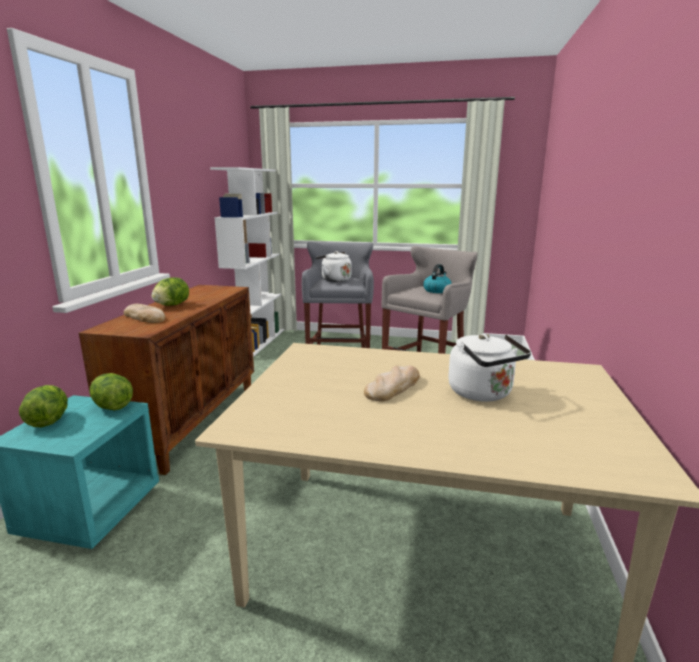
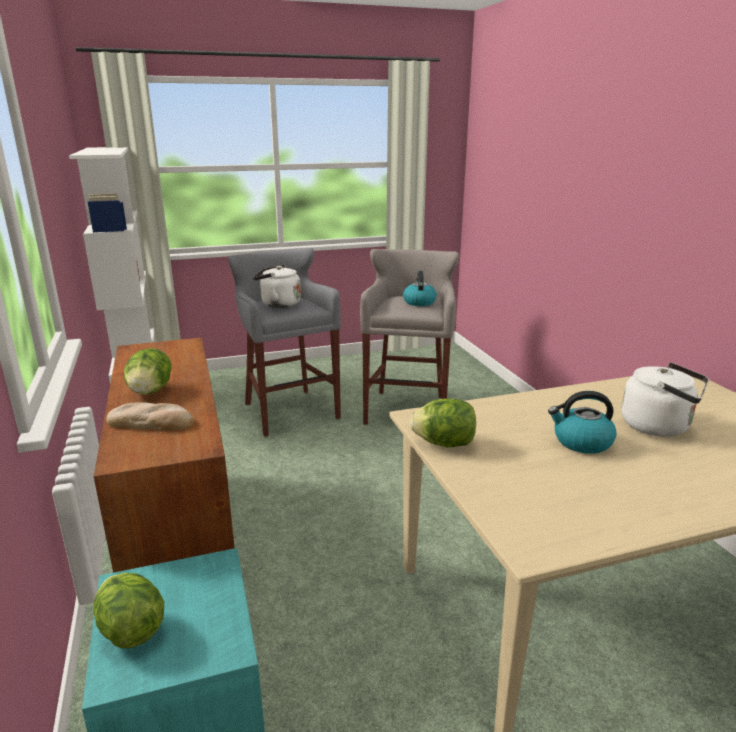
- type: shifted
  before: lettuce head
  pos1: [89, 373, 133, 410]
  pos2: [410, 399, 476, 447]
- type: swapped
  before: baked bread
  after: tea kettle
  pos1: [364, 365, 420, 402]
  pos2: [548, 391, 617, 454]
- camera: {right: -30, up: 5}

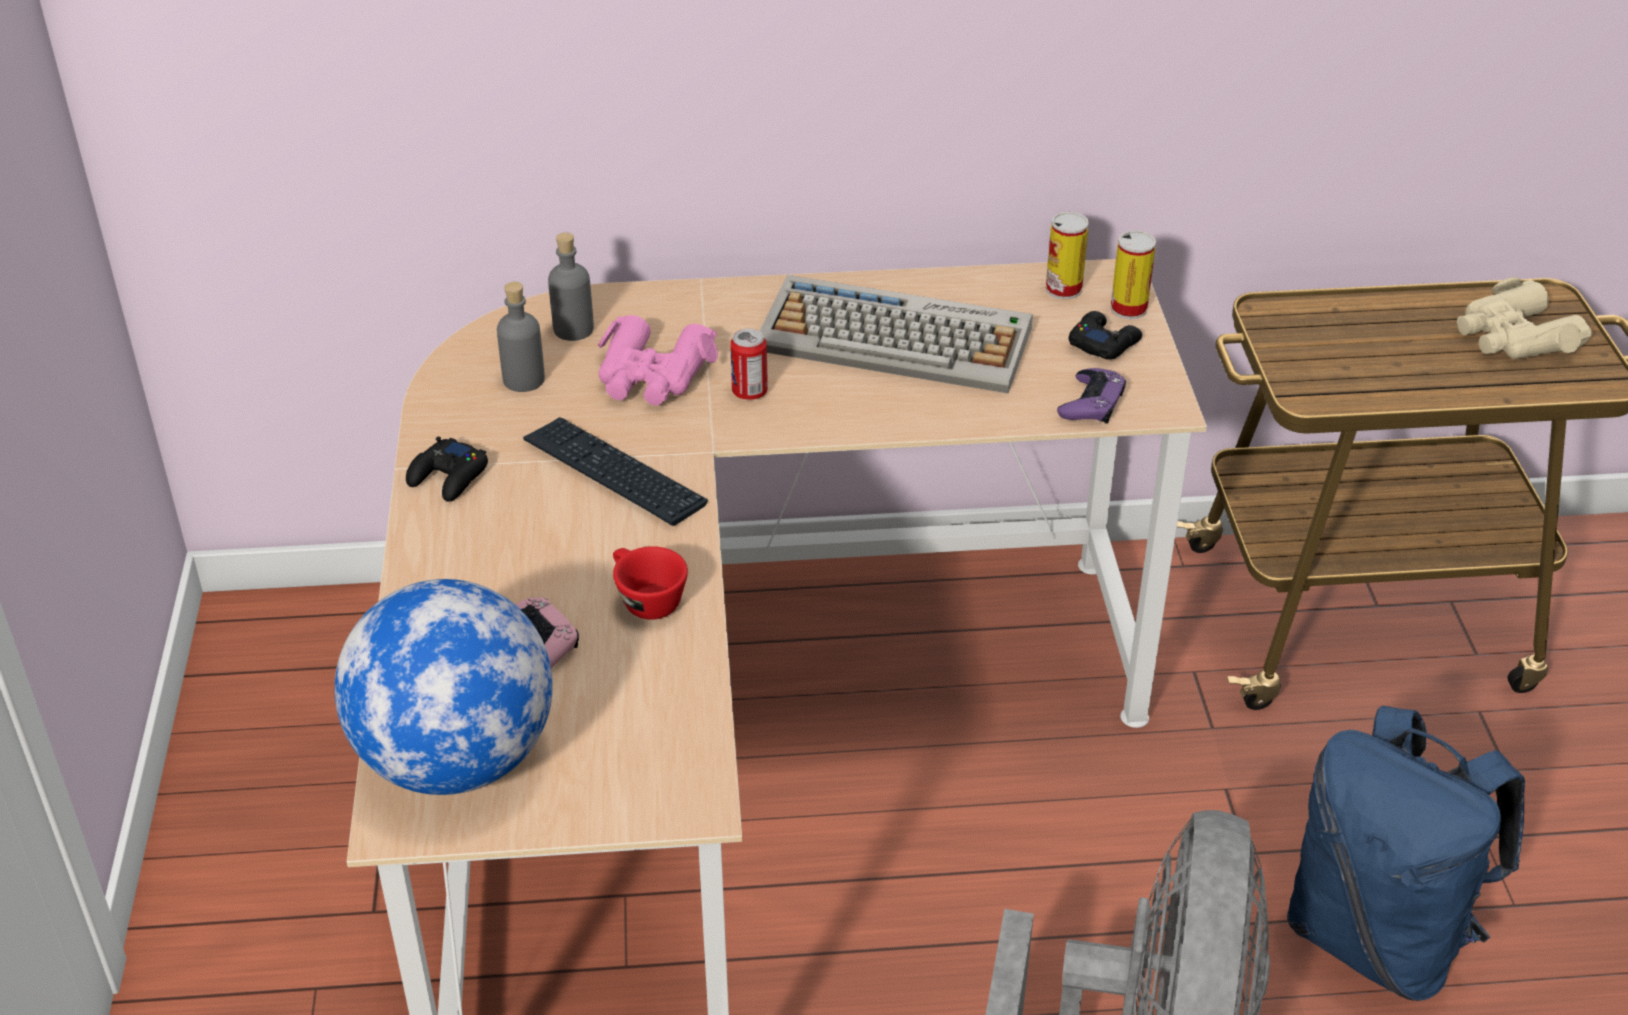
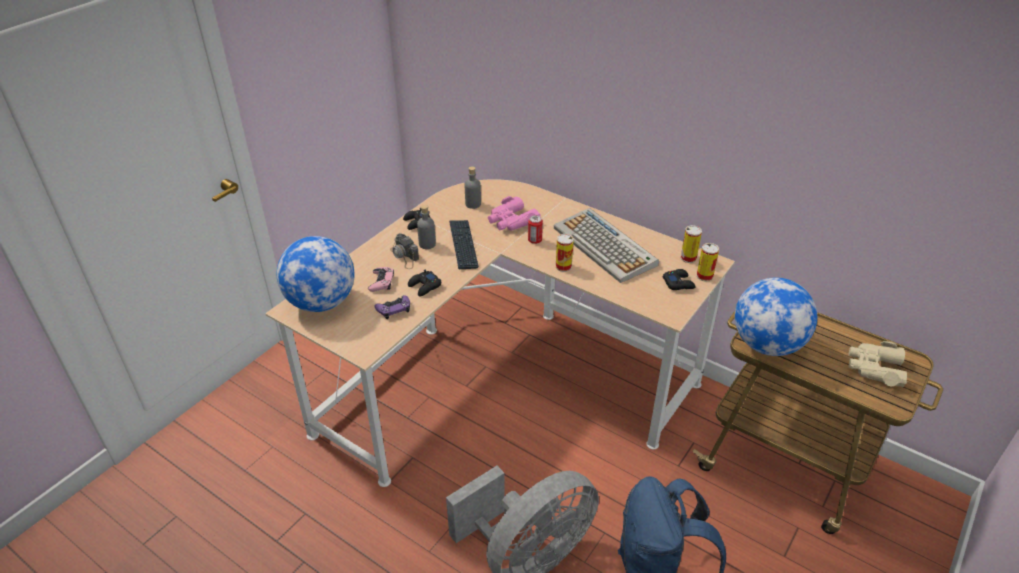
- type: new
  after: photo camera
  pos2: [390, 233, 419, 269]
- type: new
  after: metal can
  pos2: [556, 234, 574, 272]
- type: new
  after: globe
  pos2: [735, 278, 817, 356]
- type: shifted
  before: grey bottle
  pos1: [548, 232, 594, 341]
  pos2: [417, 205, 436, 249]
- type: shifted
  before: purple-coloured joypad
  pos1: [1057, 368, 1126, 424]
  pos2: [375, 295, 410, 319]
- type: swapped
  before: reddish drinking cup
  after: black-coloured joypad
  pos1: [613, 546, 688, 620]
  pos2: [408, 270, 442, 297]
- camera: {right: 40, up: 0}

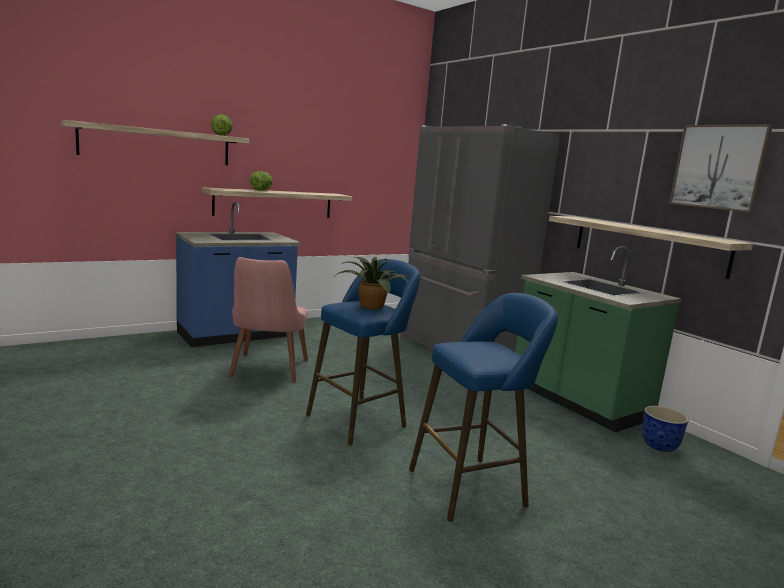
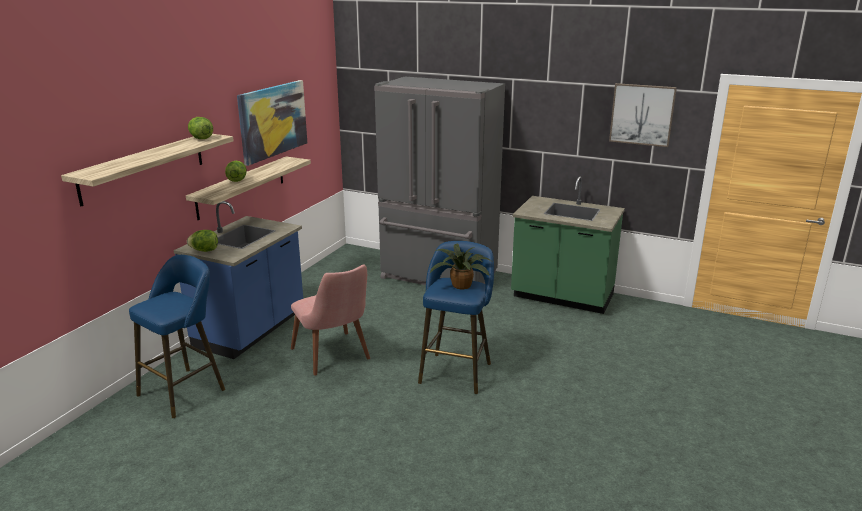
- type: gone
  before: bracket shelf
  pos1: [549, 216, 753, 279]
- type: gone
  before: planter
  pos1: [642, 406, 689, 452]
- type: new
  after: lettuce head
  pos2: [187, 230, 218, 252]
- type: new
  after: picture
  pos2: [237, 80, 307, 166]
- type: shifted
  before: blue-coloured stool
  pos1: [409, 293, 558, 522]
  pos2: [129, 255, 225, 418]
- camera: {right: -30, up: 10}

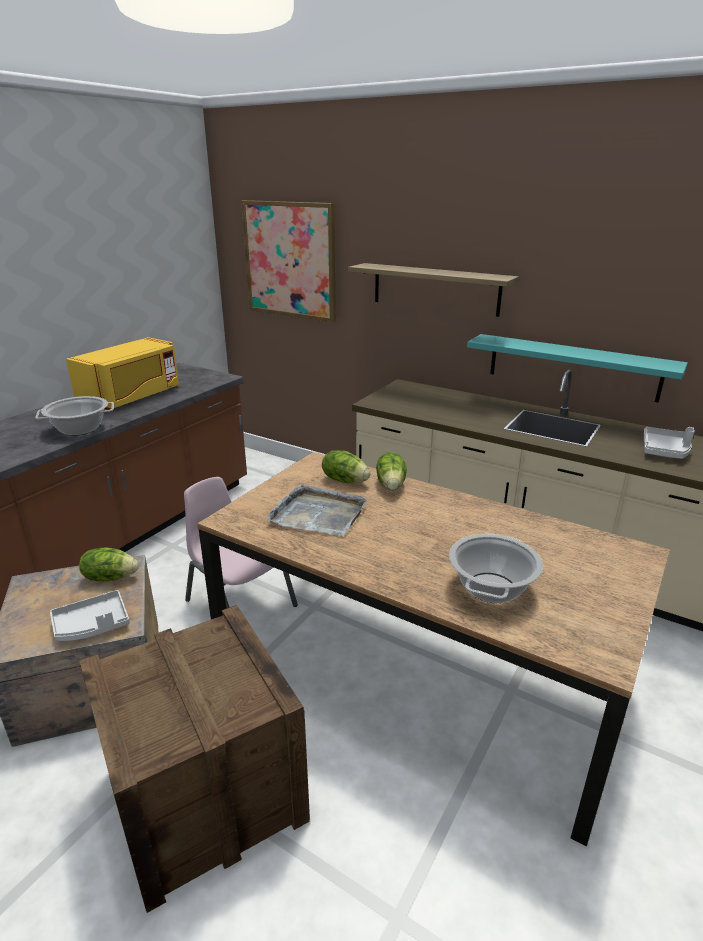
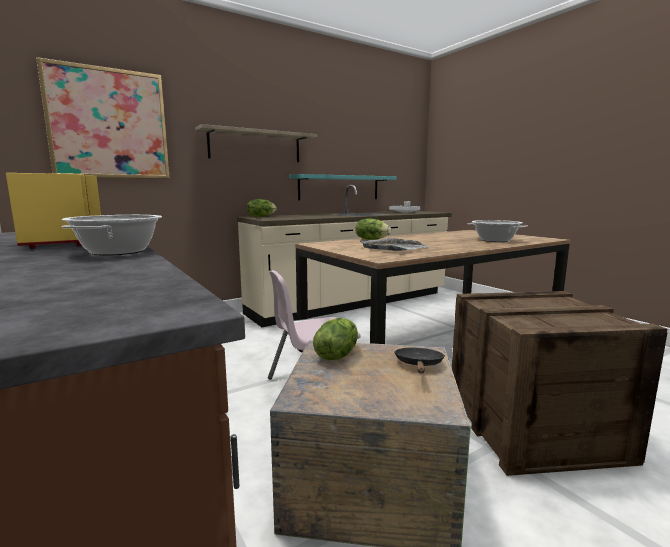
- type: shifted
  before: lettuce head
  pos1: [322, 450, 370, 483]
  pos2: [247, 199, 277, 217]
- type: swapped
  before: grey carrying tray
  after: black-coloured pan
  pos1: [50, 590, 130, 641]
  pos2: [394, 348, 445, 373]
- camera: {right: -65, up: -15}

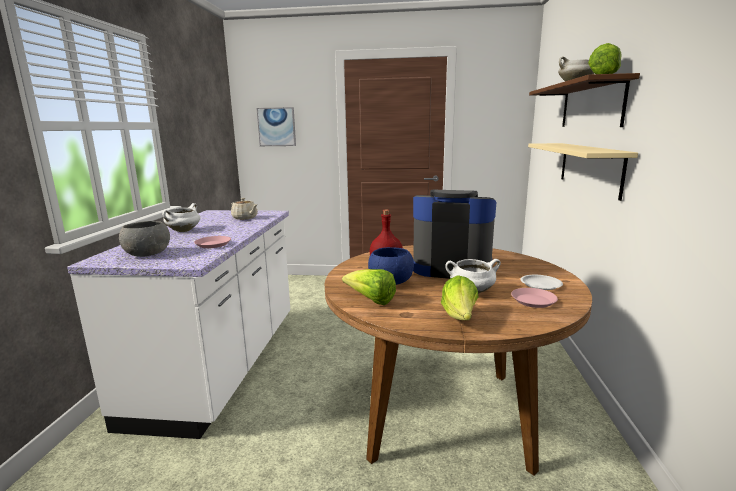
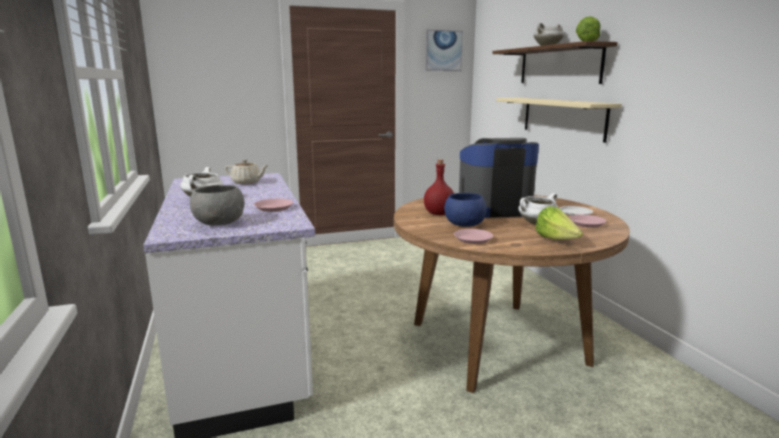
- type: shifted
  before: picture
  pos1: [256, 107, 296, 146]
  pos2: [425, 30, 463, 71]
- type: swapped
  before: lettuce head
  after: pink-coloured dinner plate
  pos1: [342, 269, 396, 305]
  pos2: [454, 229, 493, 244]
- camera: {right: -25, up: 0}

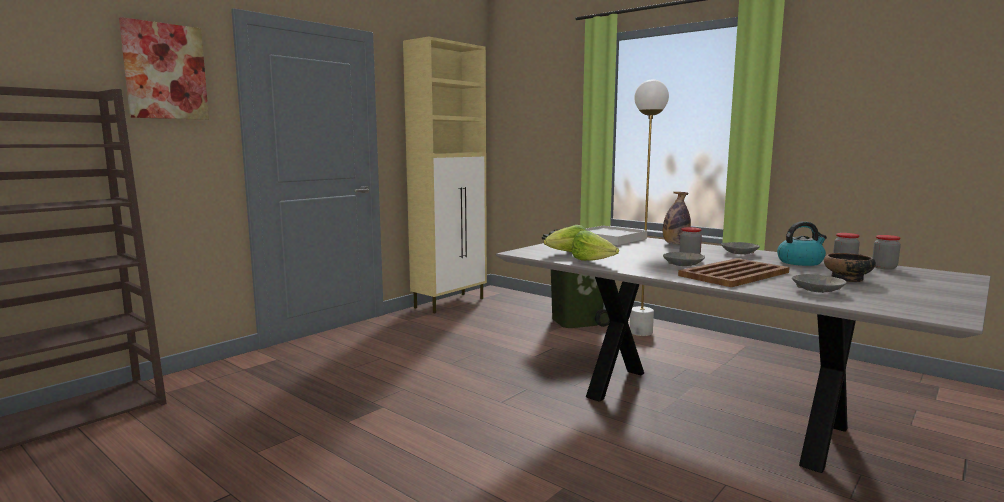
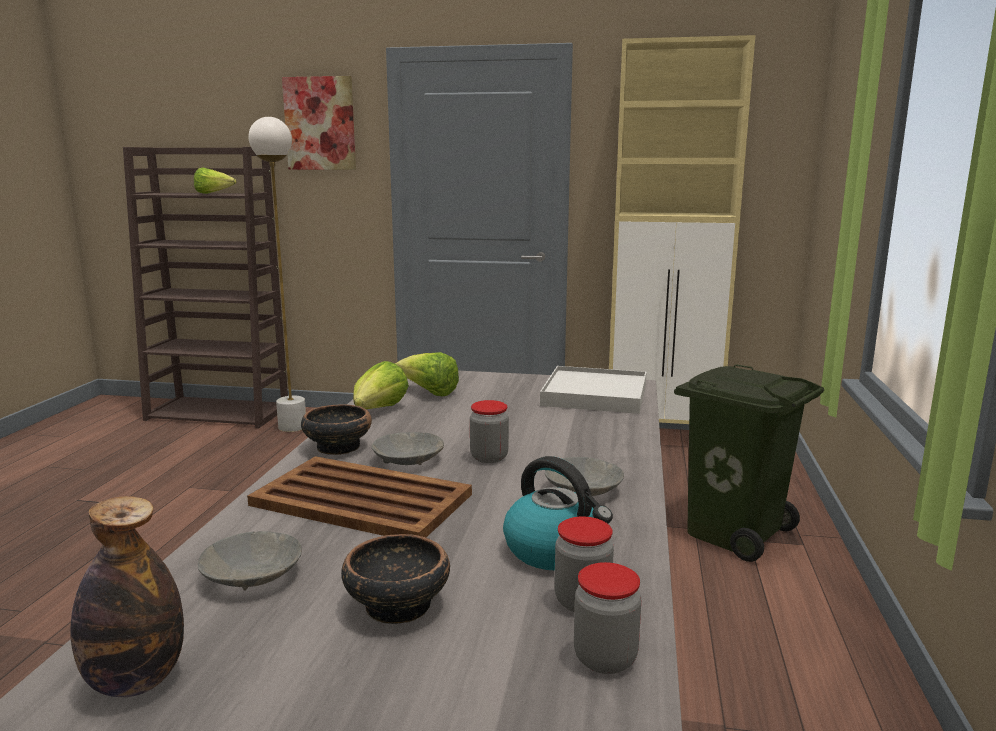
- type: new
  after: lettuce head
  pos2: [194, 167, 236, 194]
- type: new
  after: serving bowl
  pos2: [301, 404, 372, 455]
- type: shifted
  before: white-coloured floor lamp
  pos1: [630, 79, 669, 336]
  pos2: [248, 117, 306, 432]
- type: shifted
  before: bottle
  pos1: [663, 192, 691, 244]
  pos2: [70, 496, 184, 697]
- camera: {right: 60, up: 5}

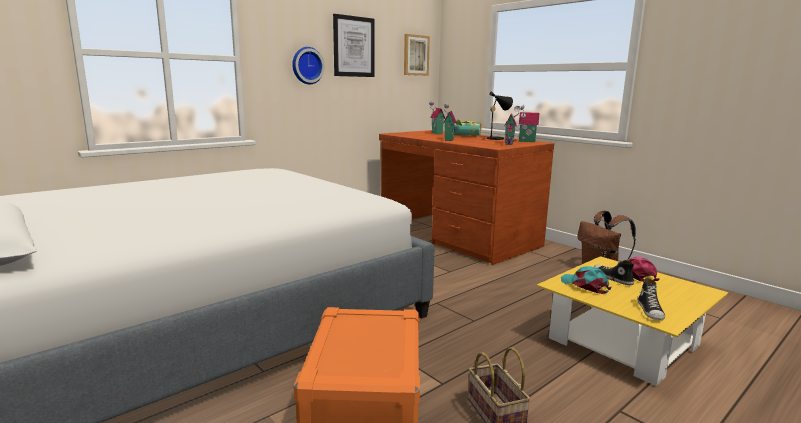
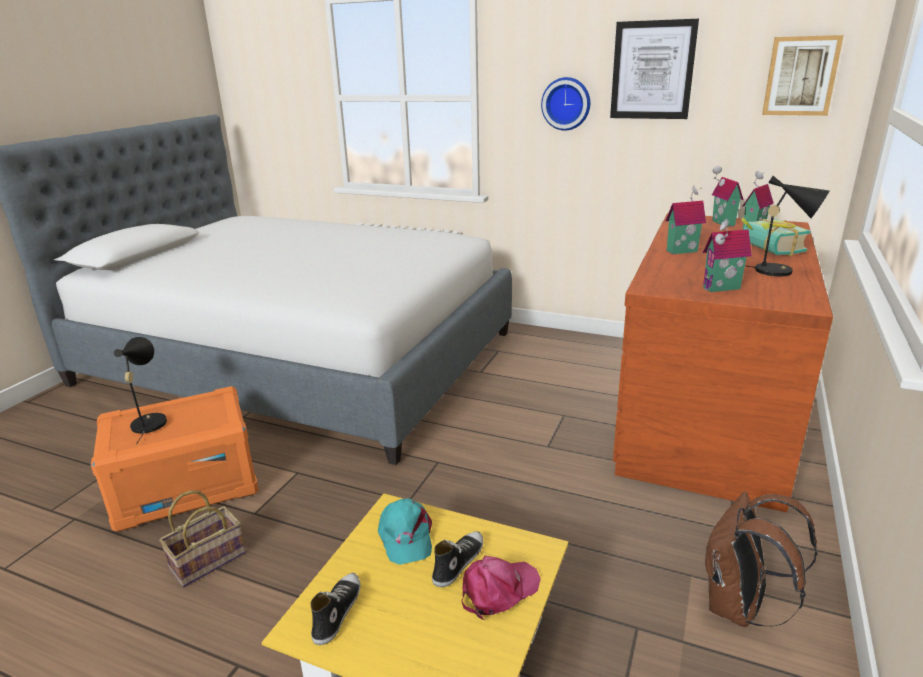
- type: new
  after: black-coloured tabletop lamp
  pos2: [114, 337, 167, 445]
- type: shifted
  before: miniature house
  pos1: [518, 105, 539, 142]
  pos2: [712, 166, 744, 227]
- type: rotated
  before: blue-green peaked cap
  pos1: [561, 266, 612, 294]
  pos2: [378, 498, 432, 565]
  turn: 135
- type: rotated
  before: low shoe
  pos1: [638, 278, 665, 320]
  pos2: [311, 573, 360, 645]
  turn: 120
- camera: {right: 65, up: 10}

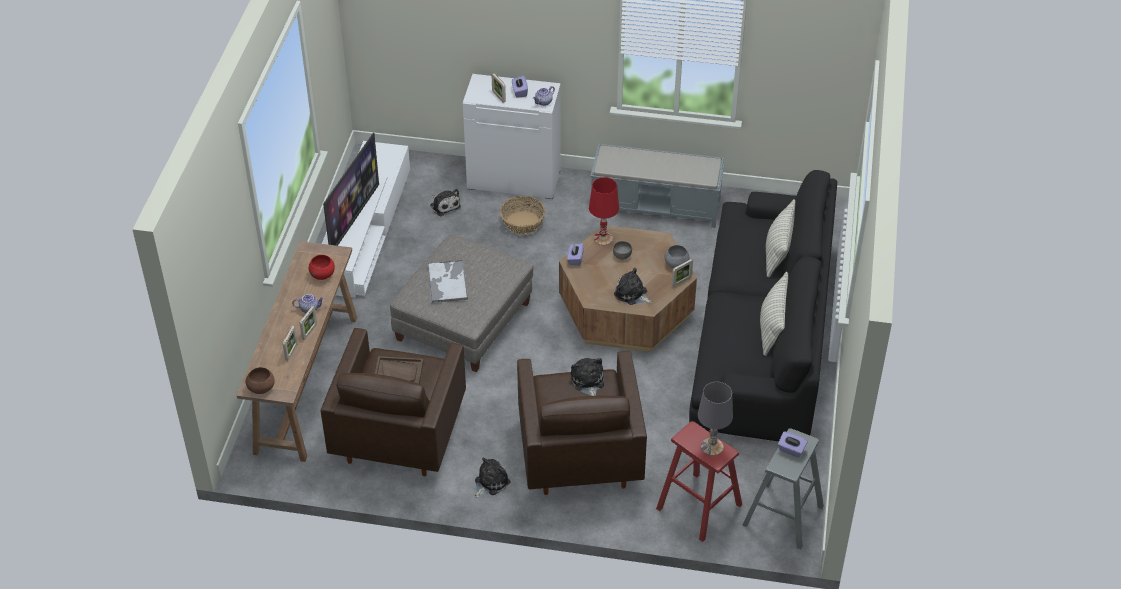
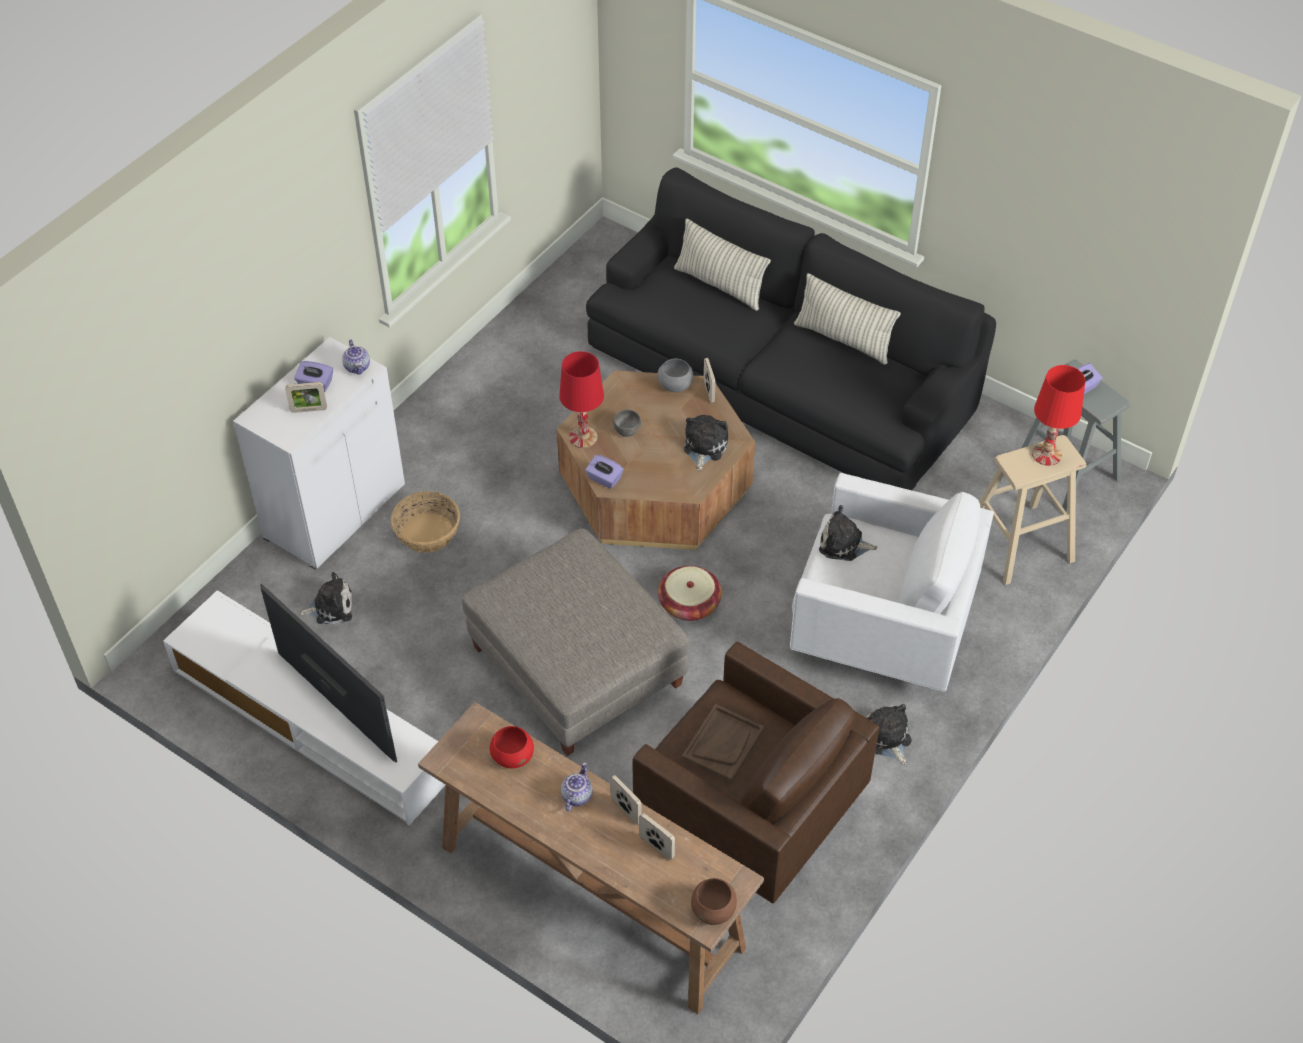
- type: gone
  before: carrying tray
  pos1: [427, 260, 468, 303]
- type: gone
  before: grey long seat
  pos1: [590, 144, 725, 228]
- type: new
  after: storage basket
  pos2: [658, 566, 722, 621]
- type: repainted
  before: brown armchair
  after: white-coloured armchair
  pos1: [517, 351, 647, 495]
  pos2: [790, 473, 994, 691]
- type: repainted
  before: reddish stool
  after: beige stool
  pos1: [656, 421, 742, 542]
  pos2: [979, 435, 1086, 585]
- type: repainted
  before: grey tabletop lamp
  after: reddish tabletop lamp
  pos1: [698, 382, 733, 456]
  pos2: [1032, 365, 1085, 466]
- type: rotated
  before: soft toy
  pos1: [614, 268, 652, 305]
  pos2: [684, 415, 728, 471]
  turn: 135
- camera: {right: -65, up: 5}

